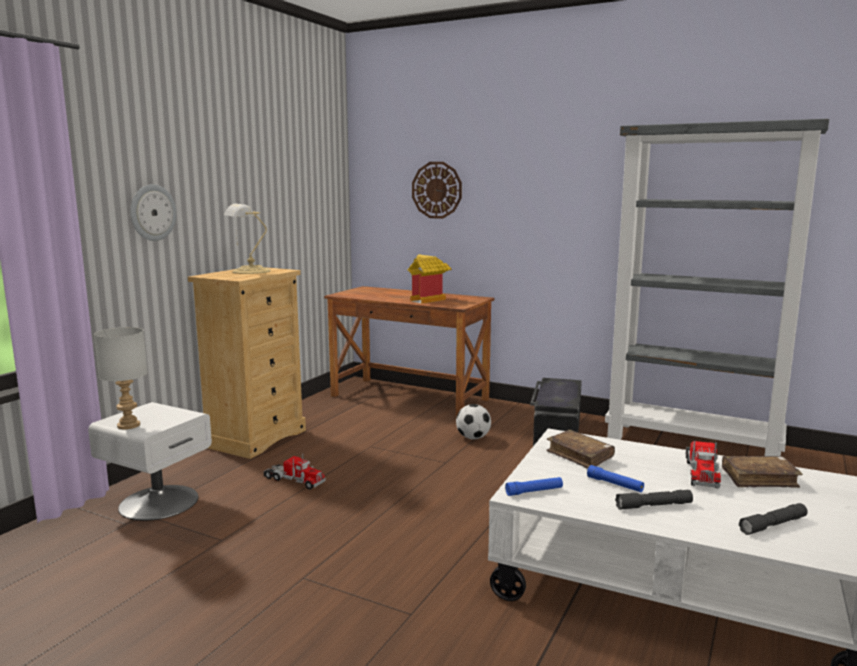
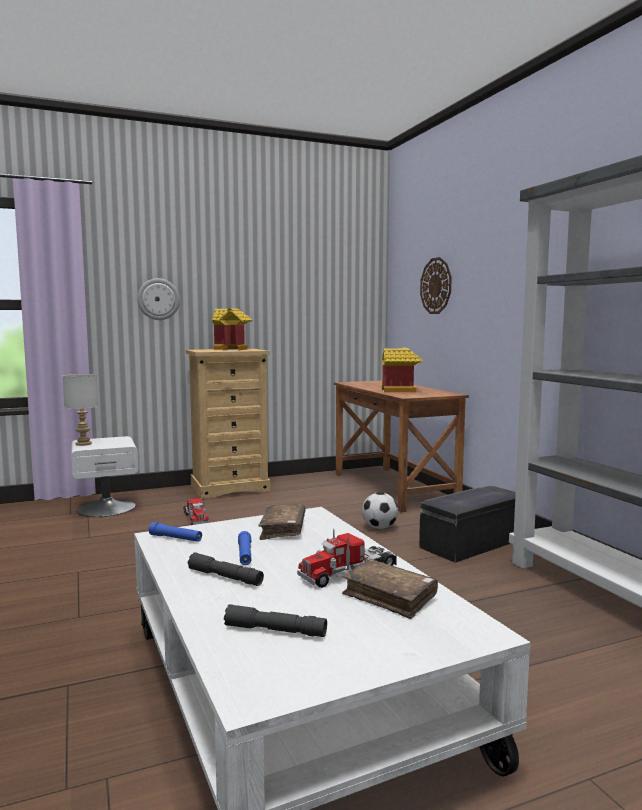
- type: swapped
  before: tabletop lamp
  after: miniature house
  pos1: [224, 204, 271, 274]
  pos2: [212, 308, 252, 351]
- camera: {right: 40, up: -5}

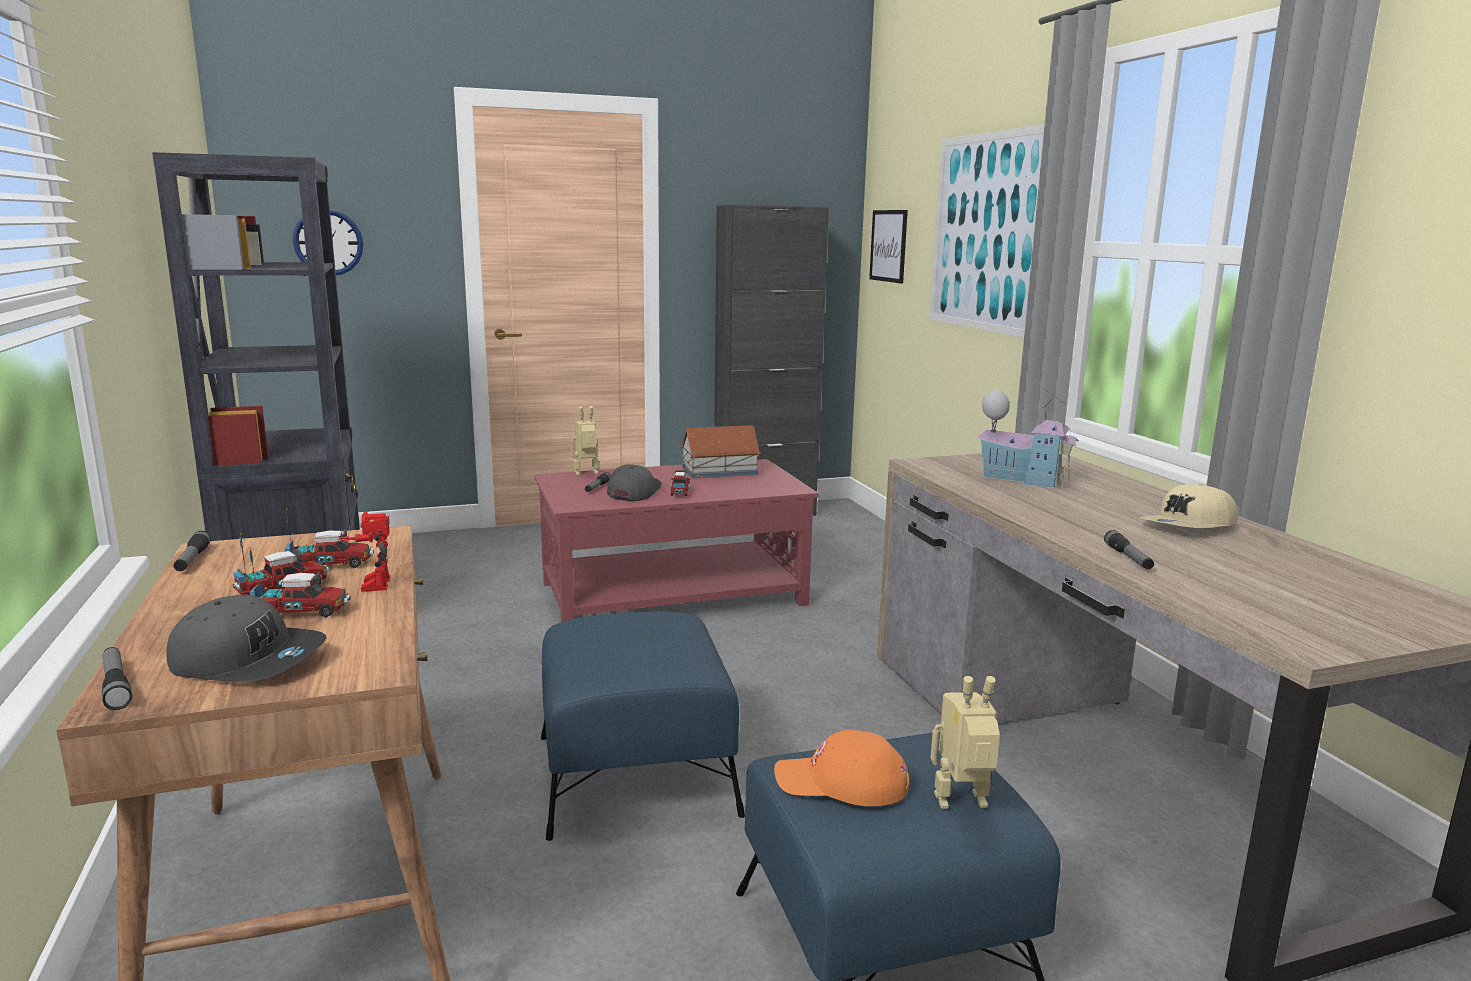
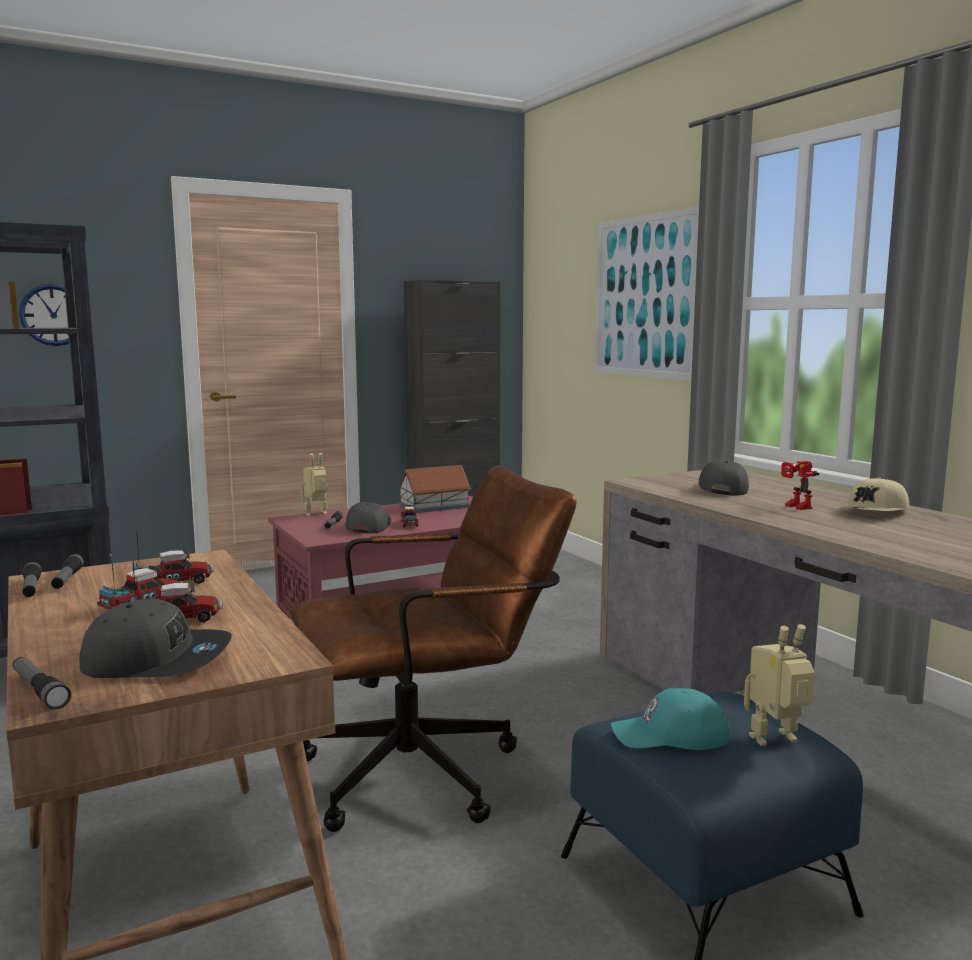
- type: gone
  before: picture
  pos1: [869, 210, 908, 284]
- type: shifted
  before: robot figure
  pos1: [339, 512, 390, 592]
  pos2: [781, 461, 819, 510]
- type: shifted
  before: torch
  pos1: [1104, 530, 1154, 569]
  pos2: [51, 554, 84, 589]
- type: swapped
  before: blue-coloured footrest
  after: brown desk chair
  pos1: [541, 611, 745, 841]
  pos2: [290, 465, 577, 832]
- type: swapped
  before: miniature house
  after: grey peaked cap
  pos1: [977, 389, 1079, 488]
  pos2: [698, 460, 749, 496]
- type: repainted
  before: orange peaked cap
  after: blue-green peaked cap
  pos1: [774, 730, 909, 806]
  pos2: [611, 688, 730, 750]
- camera: {right: -10, up: -5}

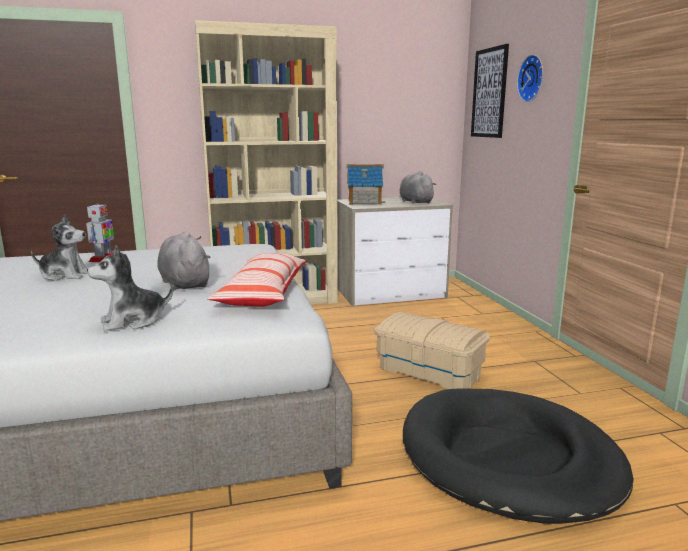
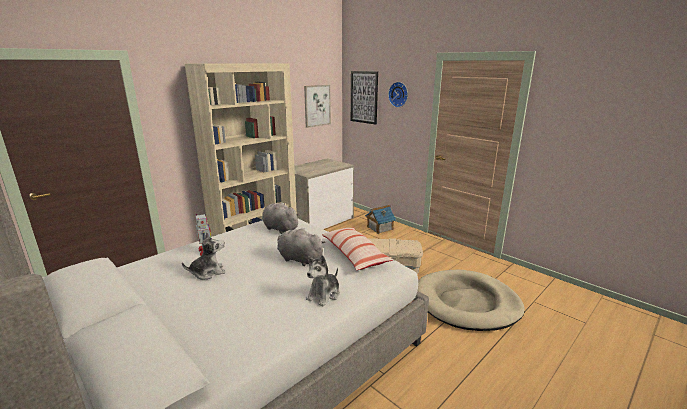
- type: new
  after: picture
  pos2: [304, 85, 331, 128]
- type: shifted
  before: miniature house
  pos1: [346, 164, 386, 205]
  pos2: [365, 205, 396, 234]
- type: shifted
  before: grey soft toy
  pos1: [399, 171, 437, 204]
  pos2: [262, 202, 300, 234]
- type: repainted
  before: black-coloured pet bed
  after: beige pet bed
  pos1: [403, 388, 634, 524]
  pos2: [418, 270, 525, 331]
- camera: {right: -30, up: 5}

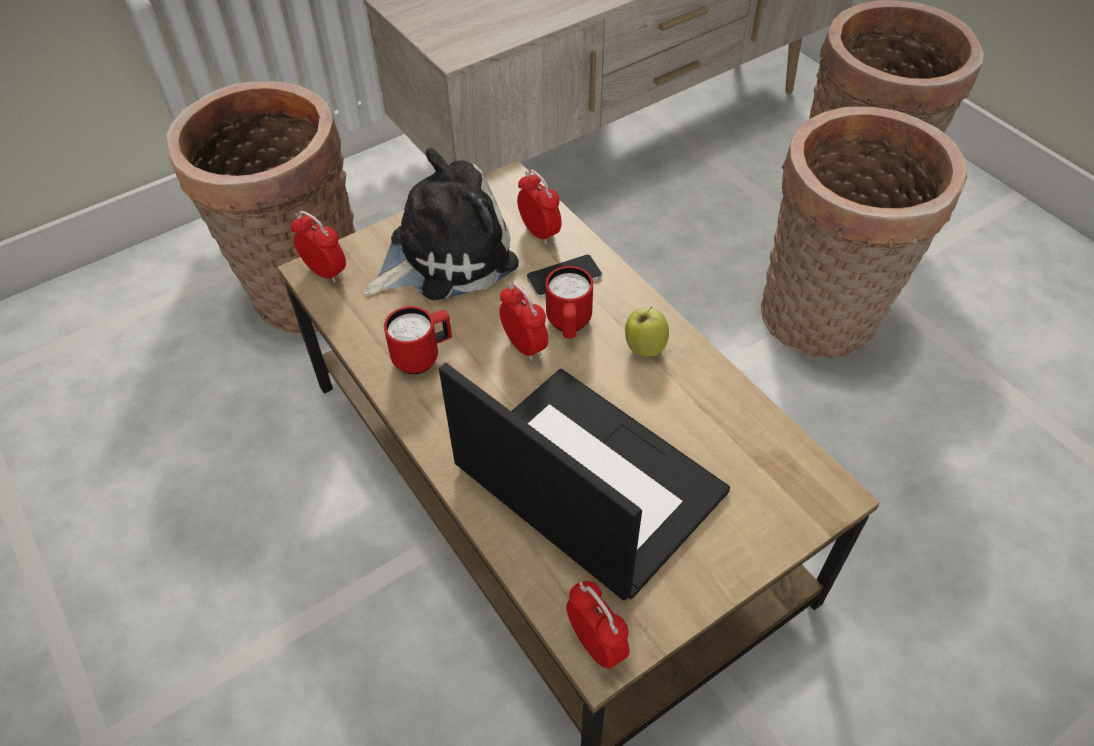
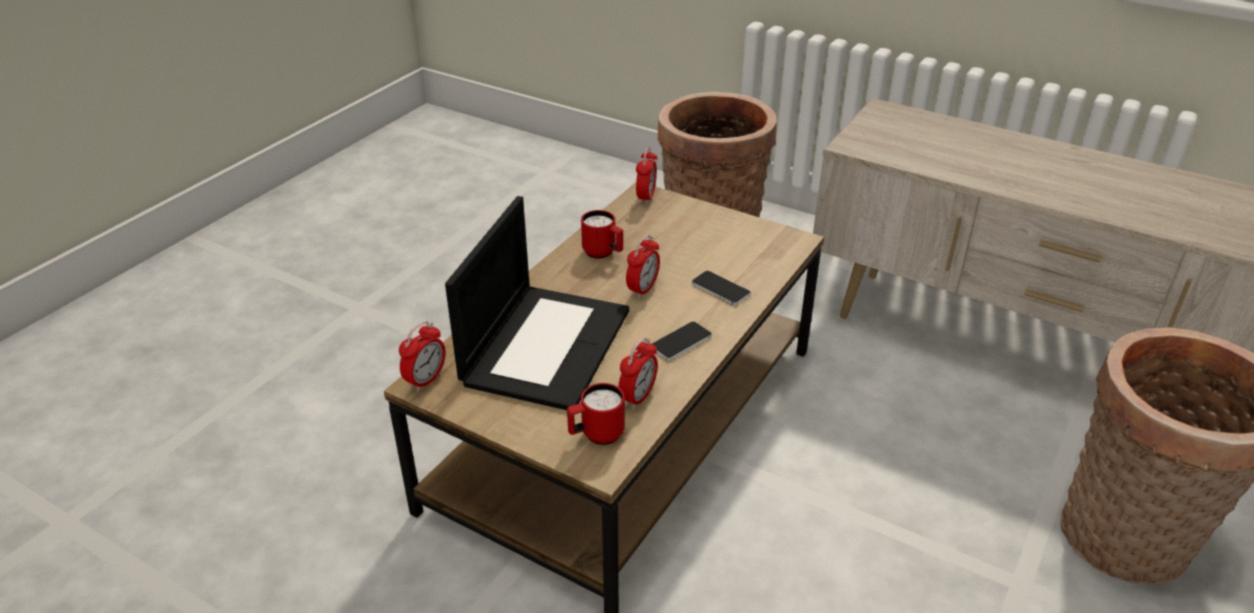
- type: gone
  before: soft toy
  pos1: [364, 148, 519, 300]
- type: gone
  before: storage basket
  pos1: [761, 107, 967, 358]
- type: shifted
  before: alarm clock
  pos1: [517, 170, 562, 245]
  pos2: [619, 337, 658, 410]
- type: shifted
  before: reddish mug
  pos1: [546, 266, 593, 339]
  pos2: [567, 383, 625, 445]
- type: swapped
  before: apple
  after: phone
  pos1: [625, 307, 669, 356]
  pos2: [652, 322, 712, 361]
- camera: {right: 65, up: -15}

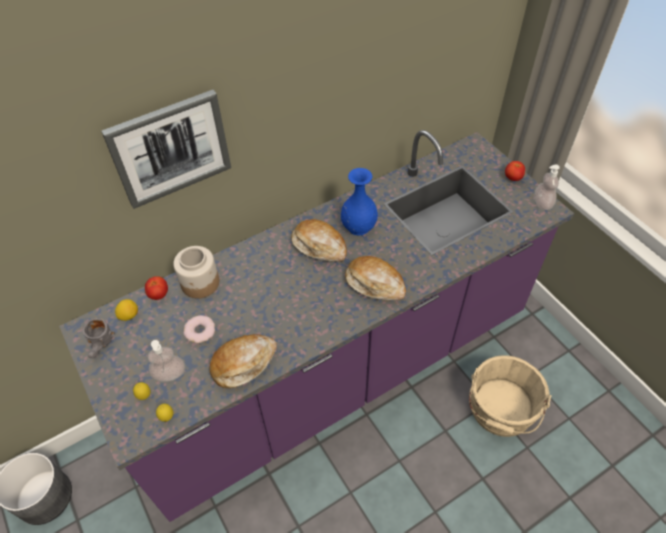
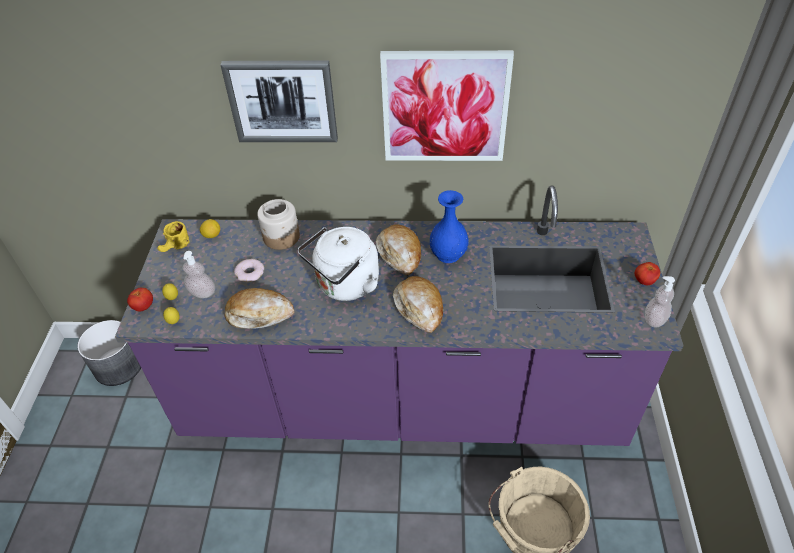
- type: new
  after: white-coloured tea kettle
  pos2: [298, 227, 379, 301]
- type: new
  after: picture
  pos2: [380, 50, 514, 161]
- type: shifted
  before: whole tomato
  pos1: [145, 276, 168, 300]
  pos2: [127, 288, 153, 312]
- type: repainted
  before: grey mug
  after: yellow-coloured mug
  pos1: [82, 318, 115, 358]
  pos2: [157, 221, 190, 252]
- camera: {right: 35, up: -5}

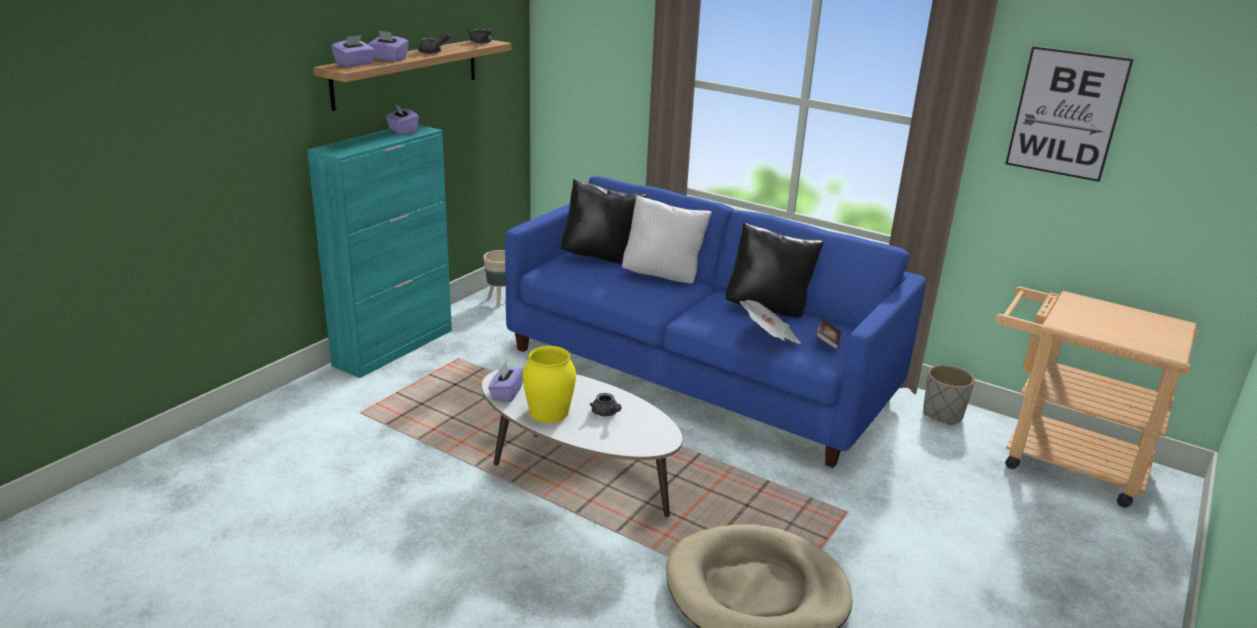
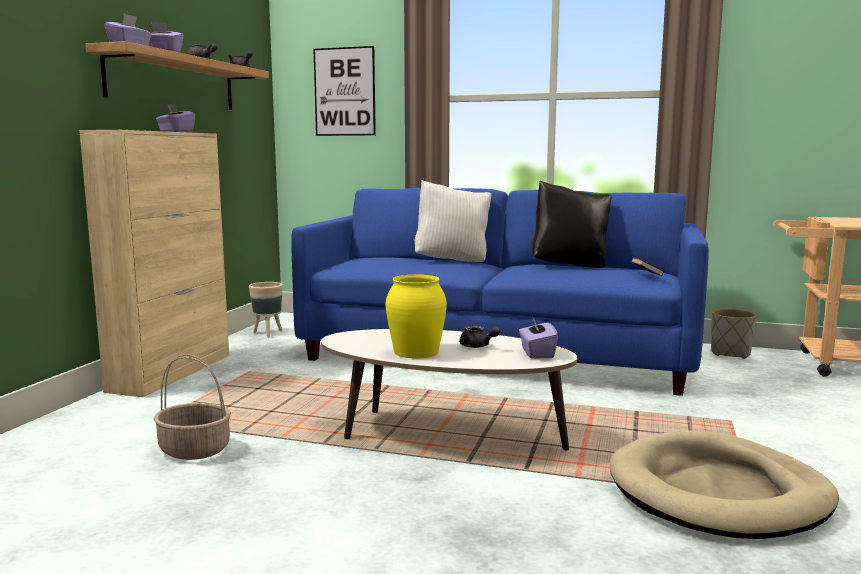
- type: gone
  before: black-coloured throw pillow
  pos1: [561, 179, 647, 263]
- type: gone
  before: daily paper
  pos1: [740, 300, 801, 344]
- type: new
  after: storage basket
  pos2: [153, 354, 231, 460]
- type: shifted
  before: purple-coloured tissue holder
  pos1: [488, 362, 524, 402]
  pos2: [519, 316, 558, 359]
- type: shifted
  before: picture
  pos1: [1005, 46, 1134, 182]
  pos2: [313, 46, 376, 136]
- type: repainted
  before: blue-green cabinet
  after: beige cabinet
  pos1: [307, 125, 452, 378]
  pos2: [79, 130, 229, 397]
- camera: {right: -15, up: -15}

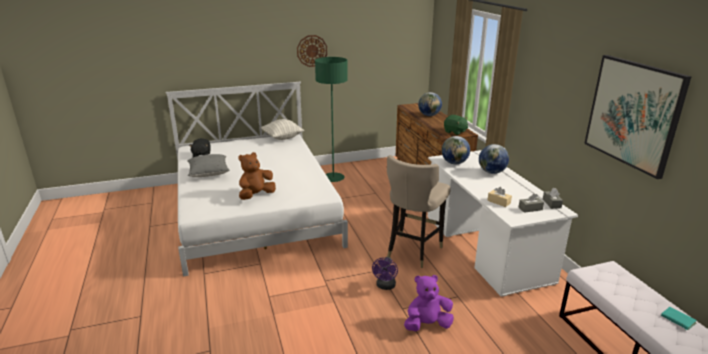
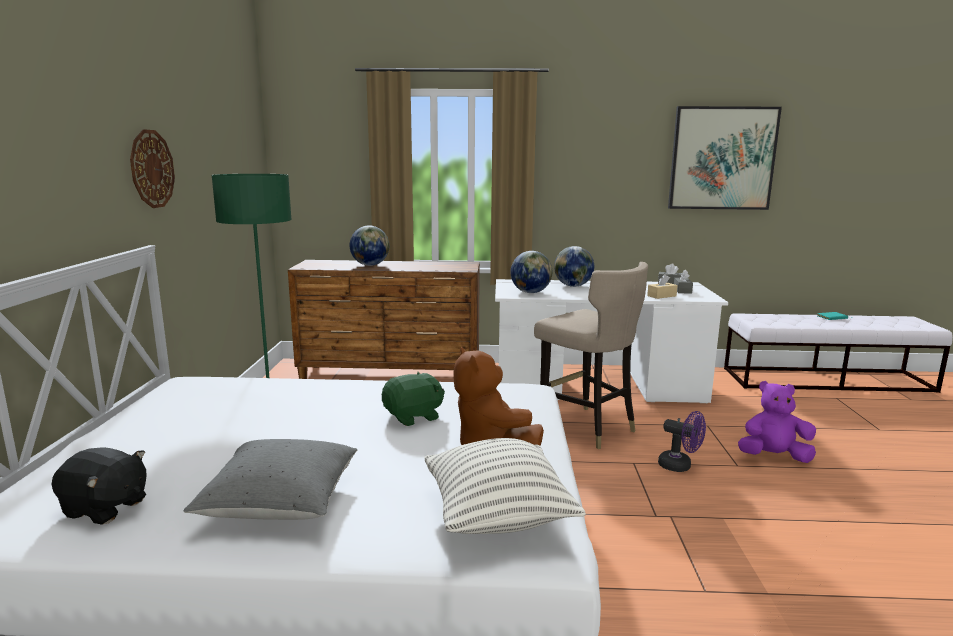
- type: shifted
  before: throw pillow
  pos1: [261, 119, 304, 140]
  pos2: [424, 438, 586, 534]
- type: shifted
  before: greenish soft toy
  pos1: [444, 115, 468, 135]
  pos2: [382, 372, 445, 426]
- type: rotated
  before: purple-coloured soft toy
  pos1: [404, 275, 454, 331]
  pos2: [738, 381, 816, 463]
  turn: 90
- camera: {right: -70, up: -10}

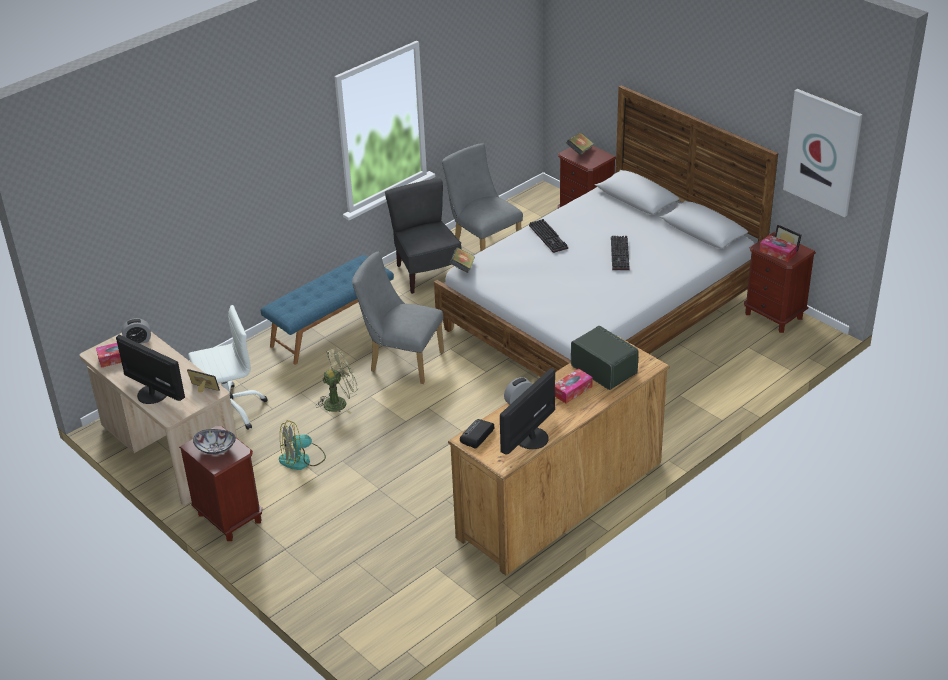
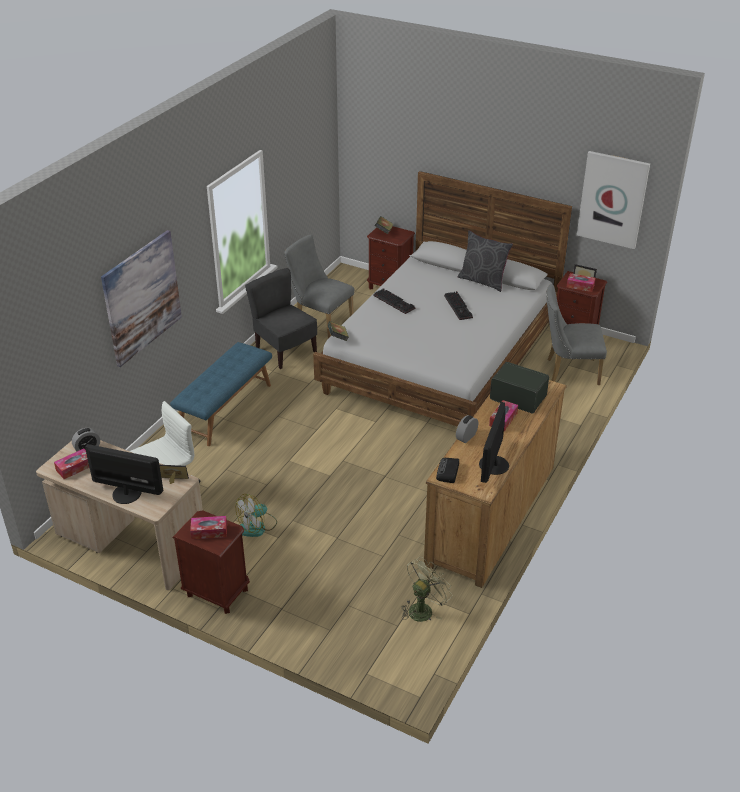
- type: new
  after: picture
  pos2: [101, 230, 182, 367]
- type: new
  after: grey throw pillow
  pos2: [458, 230, 513, 292]
- type: shifted
  before: greenish cooling fan
  pos1: [315, 348, 358, 414]
  pos2: [401, 558, 453, 622]
- type: shifted
  before: grey chair
  pos1: [352, 252, 444, 384]
  pos2: [546, 284, 607, 385]
- type: swapped
  before: serving bowl
  after: tissue holder
  pos1: [193, 429, 236, 455]
  pos2: [190, 516, 227, 539]
- camera: {right: -20, up: 0}

